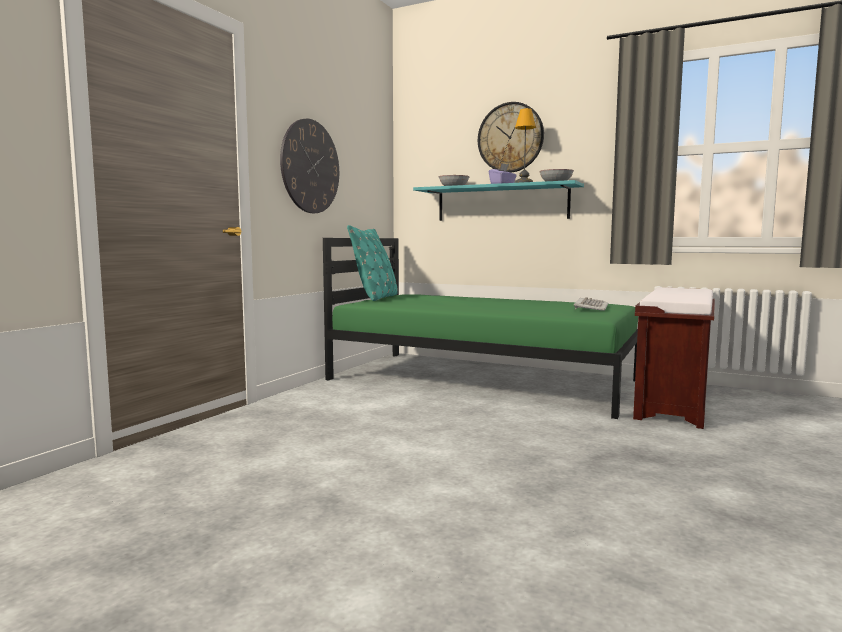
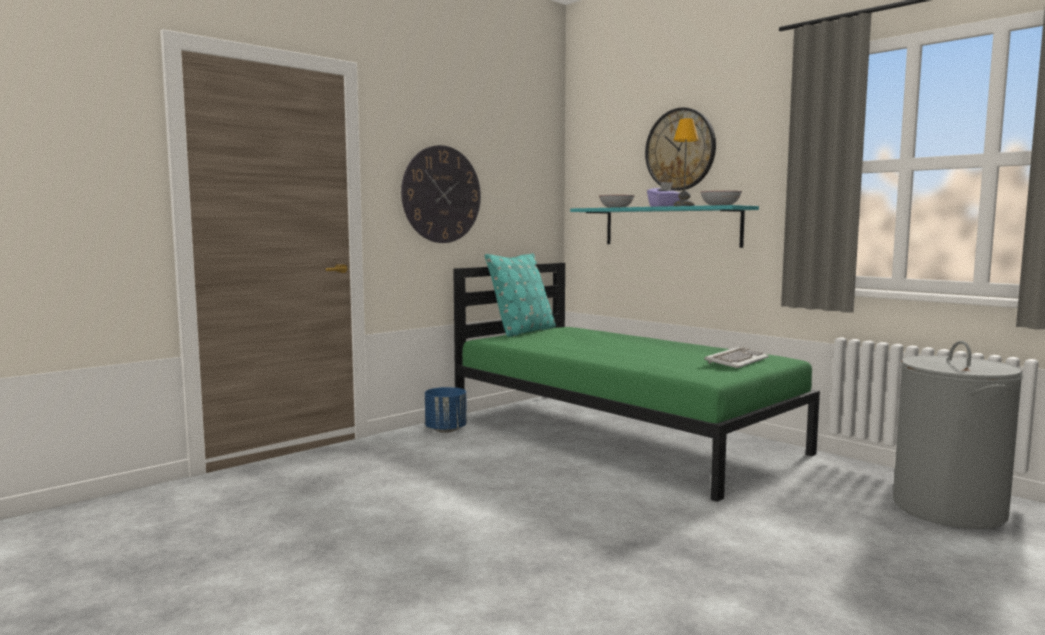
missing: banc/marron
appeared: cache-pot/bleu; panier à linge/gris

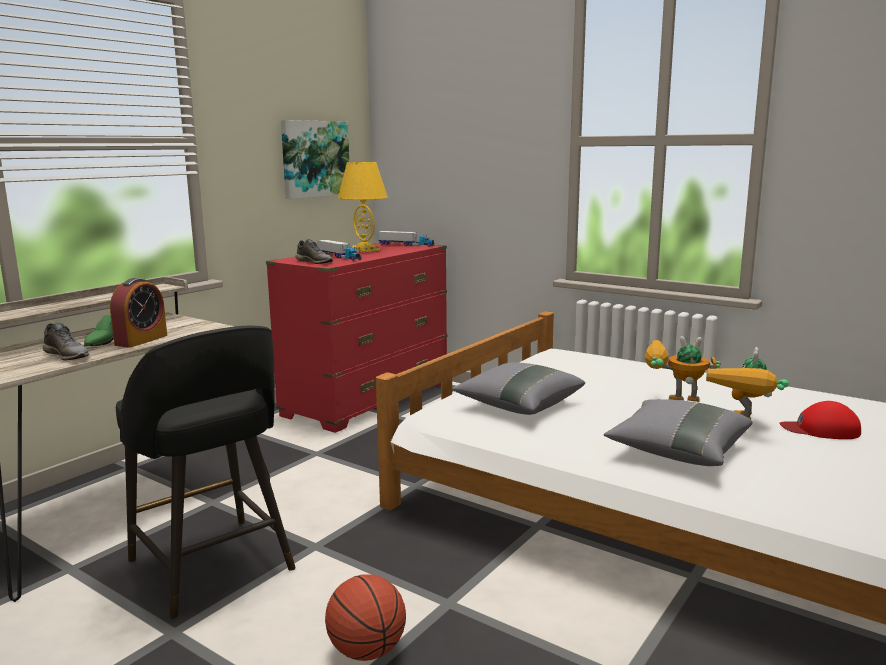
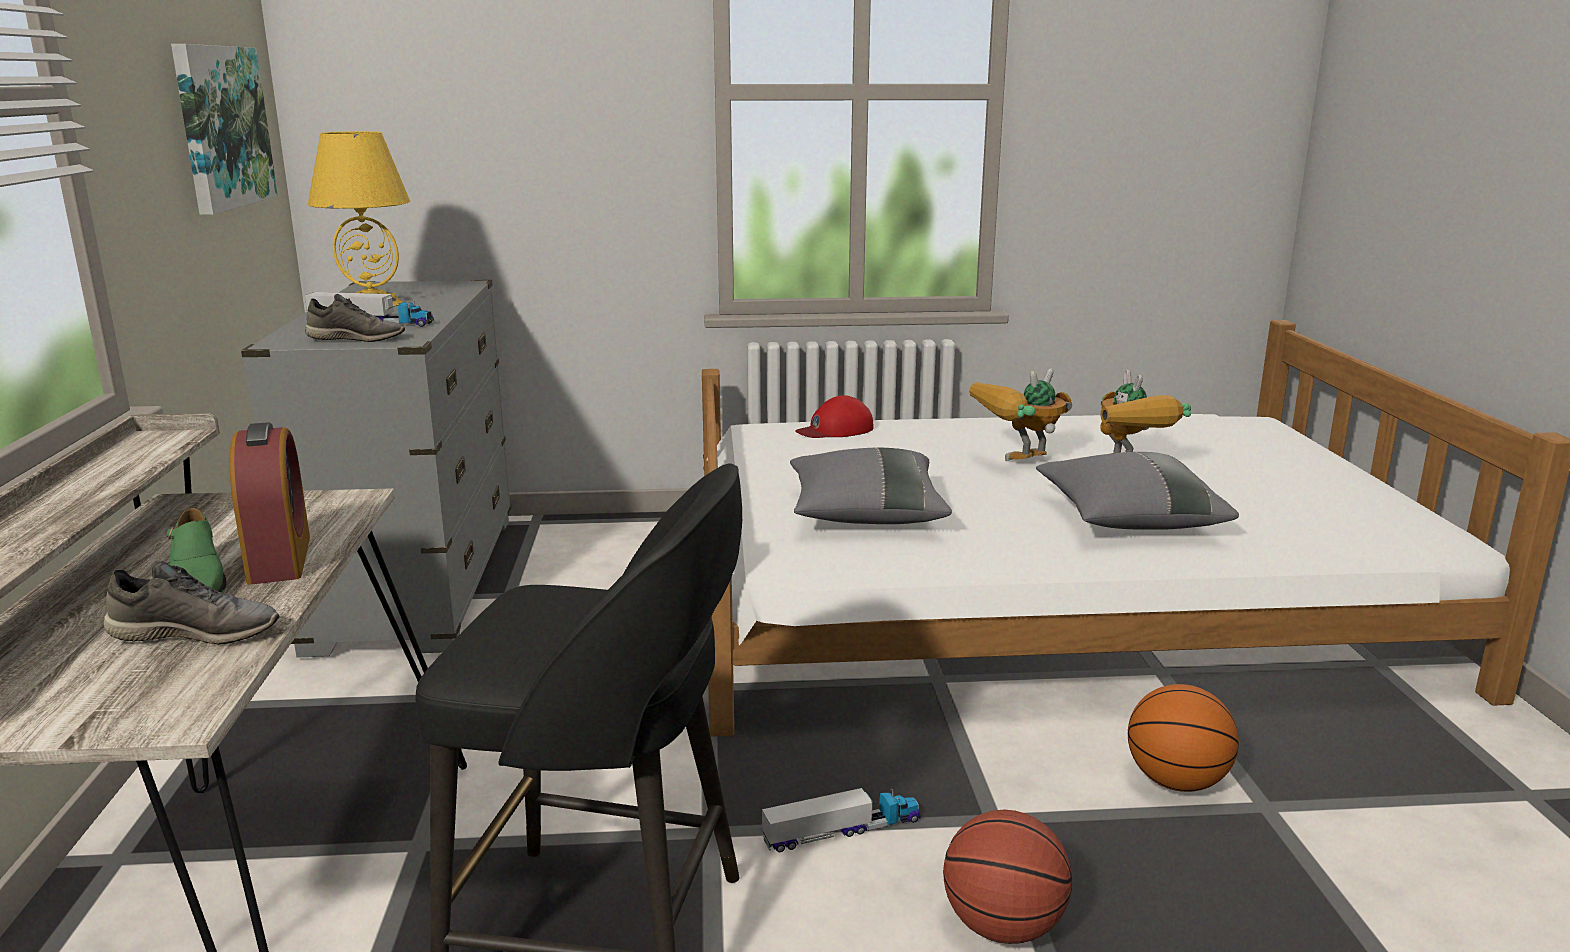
appeared: ballon de basket (no. 2 from left)
relocated: camion jouet (no. 2 from left); casquette/rouge
colour: commode/rouge to commode/gris

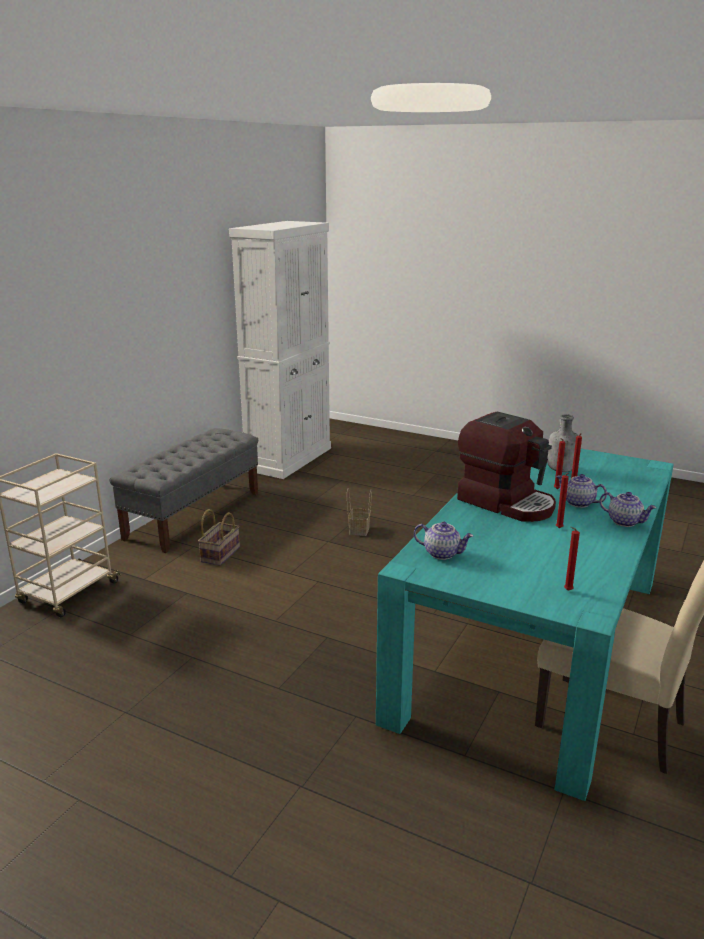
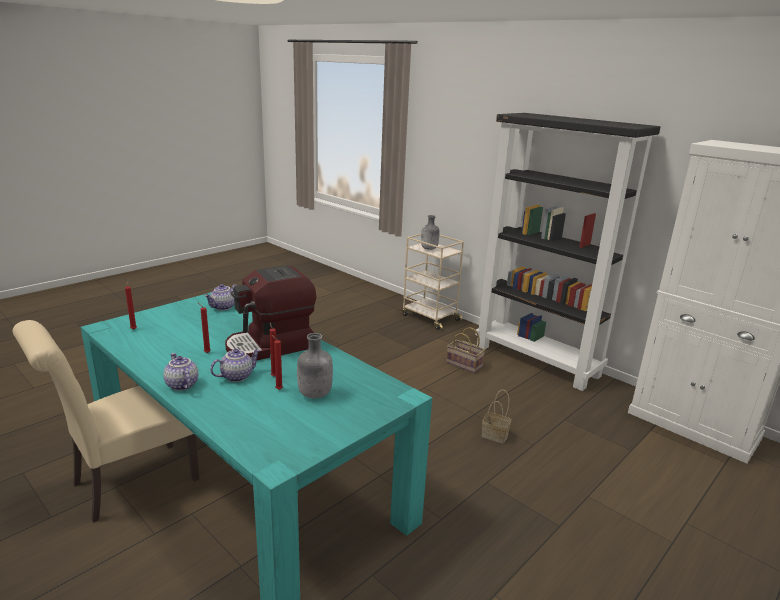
appeared: bouteille/gris (no. 2 from left)
exchanged: banc/gris to bibliothèque/noir
spun: théière (no. 3 from left in the first image) 90 degrees clockwise

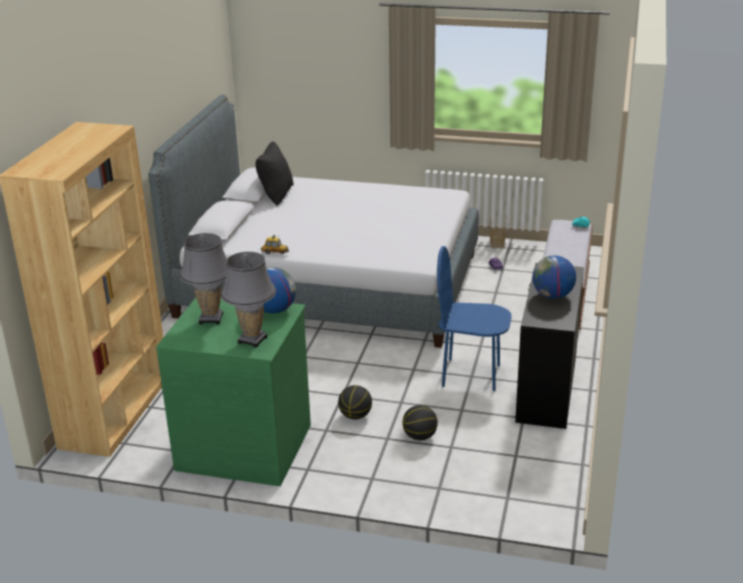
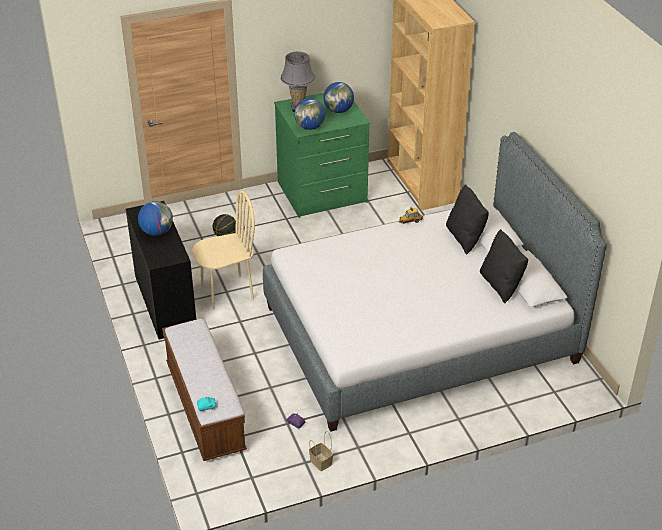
missing: ballon de basket (no. 1 from left)
appeared: coussin/noir (no. 1 from left)
exchanged: lampe de table/gris (no. 1 from left) to globe (no. 3 from left)
colour: chaise/bleu to chaise/beige

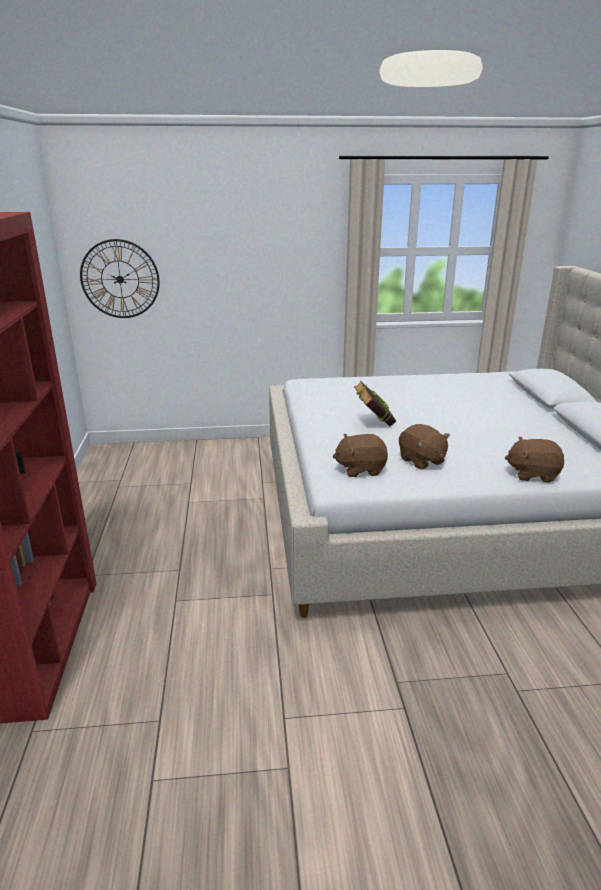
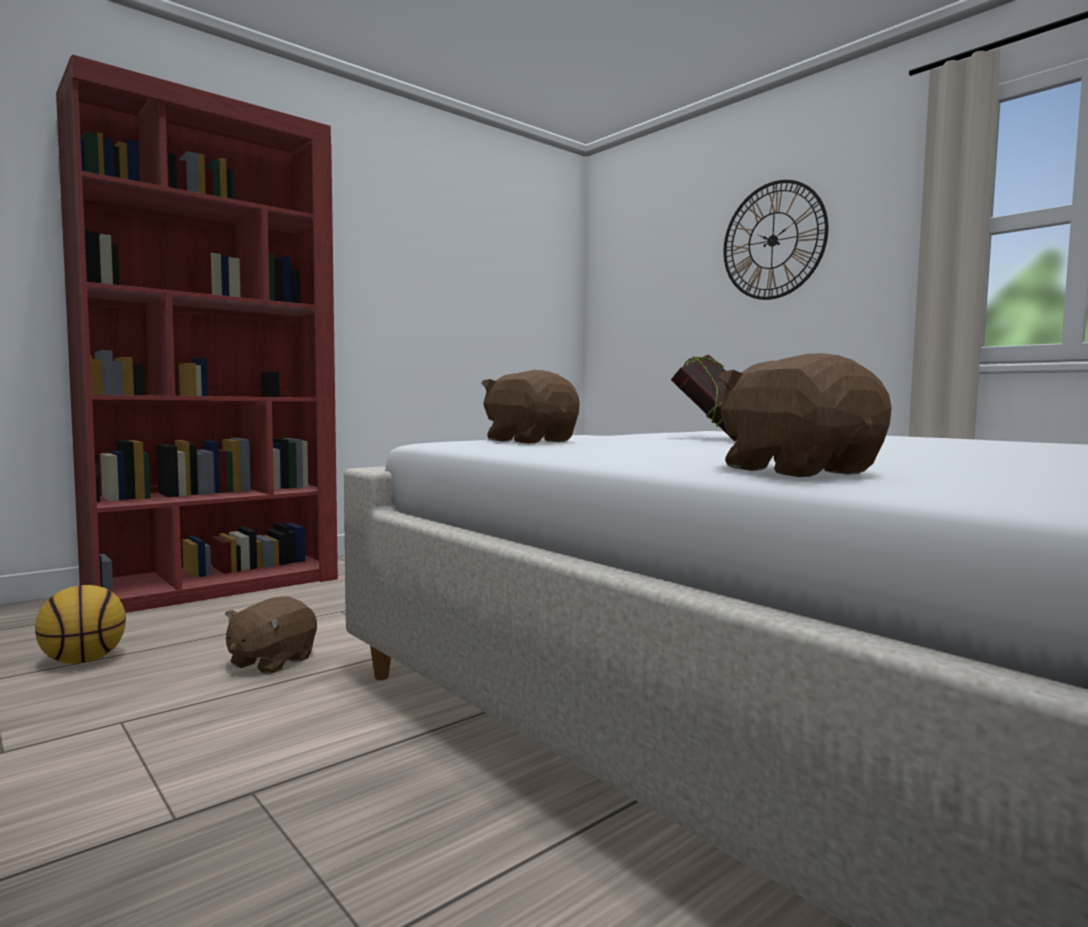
appeared: ballon de basket
relocated: horloge murale; peluche/marron (no. 2 from left in the first image) to peluche/marron (no. 1 from left)

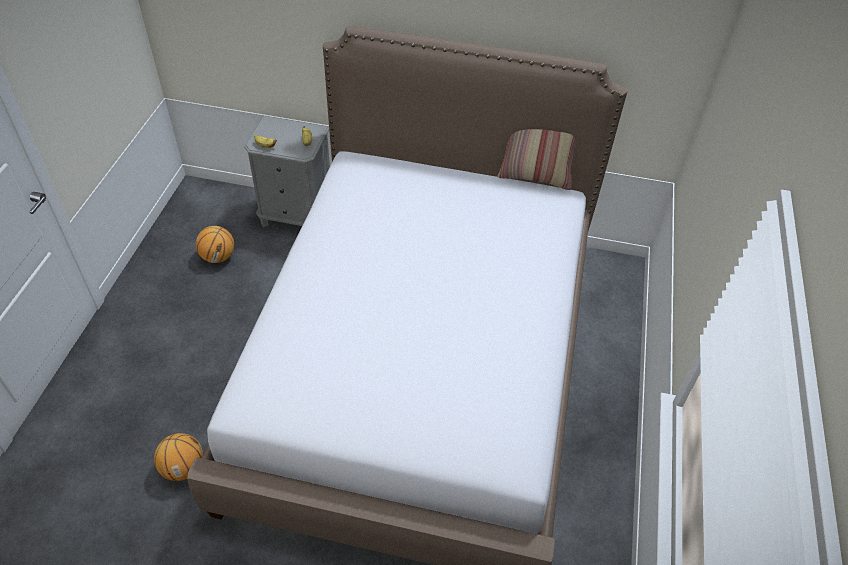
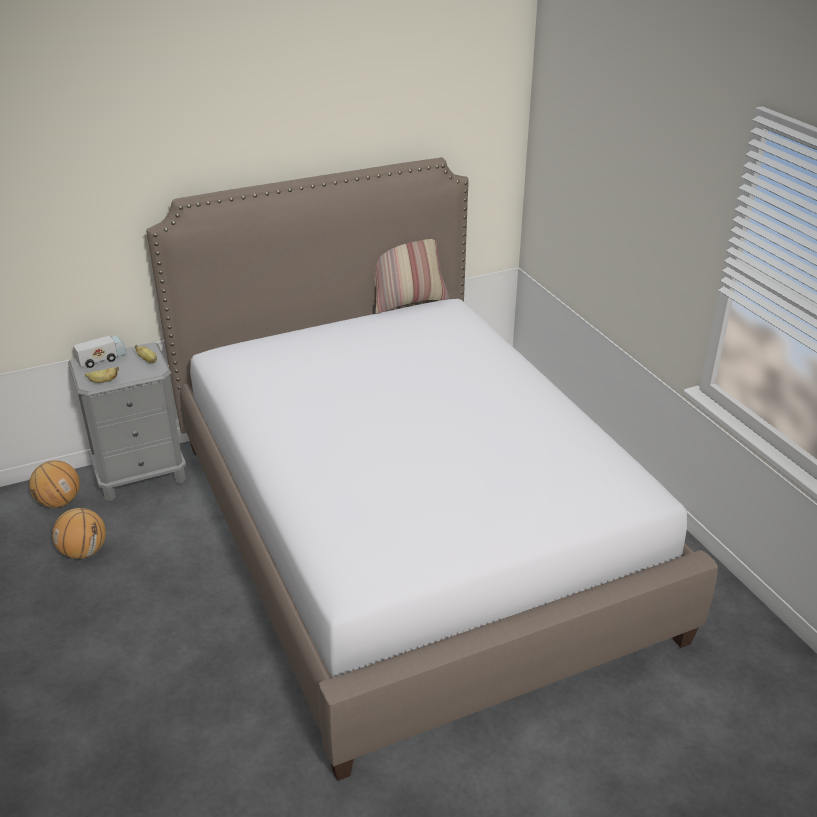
appeared: camion jouet
relocated: ballon de basket (no. 1 from left)

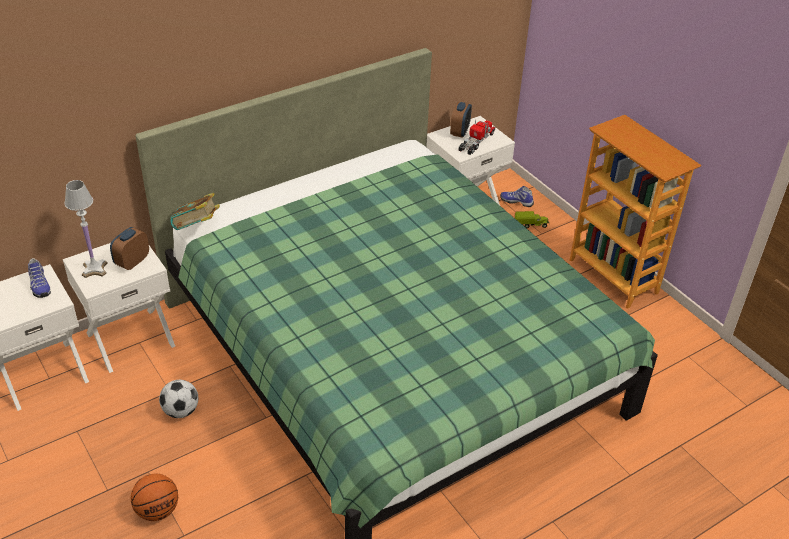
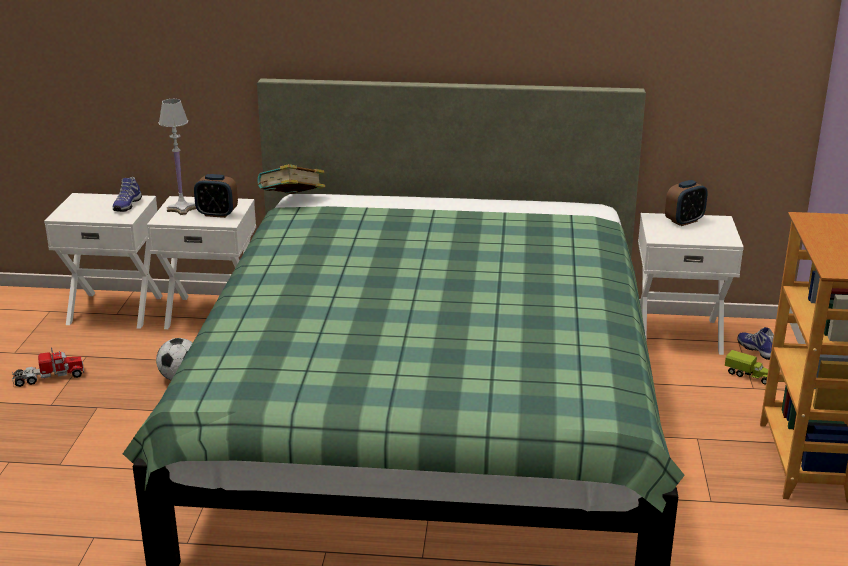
missing: ballon de basket
relocated: camion jouet (no. 1 from left)
spun: réveil (no. 1 from left) 150 degrees counterclockwise

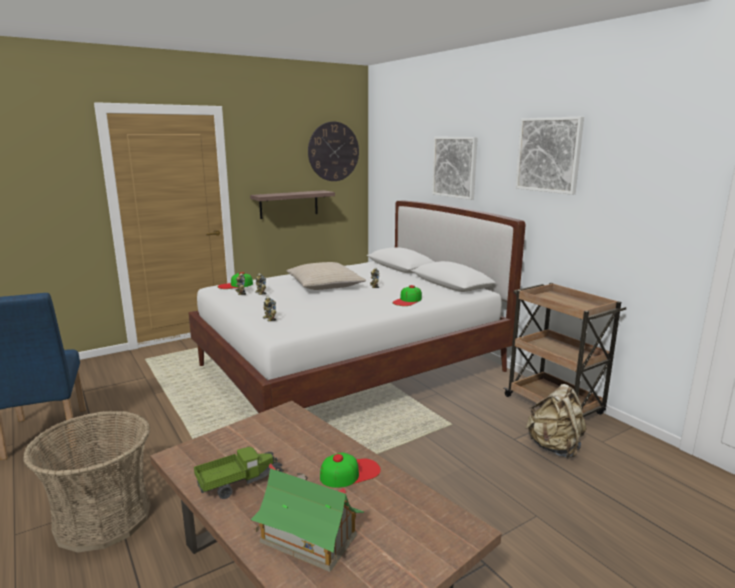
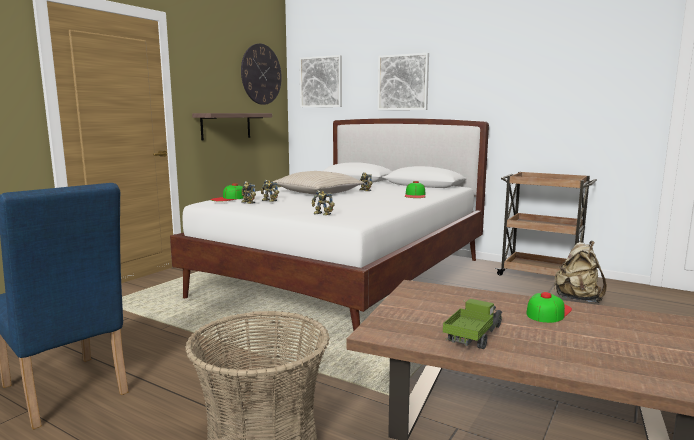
missing: maison miniature
relocated: tableau (no. 2 from left in the first image) to tableau (no. 1 from left)

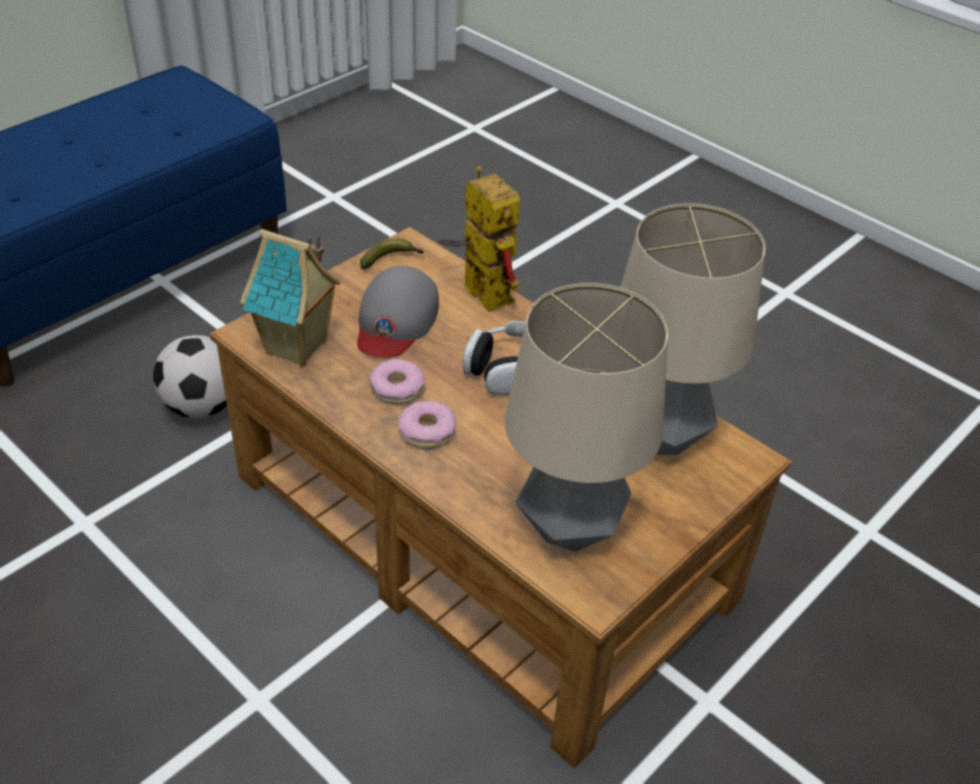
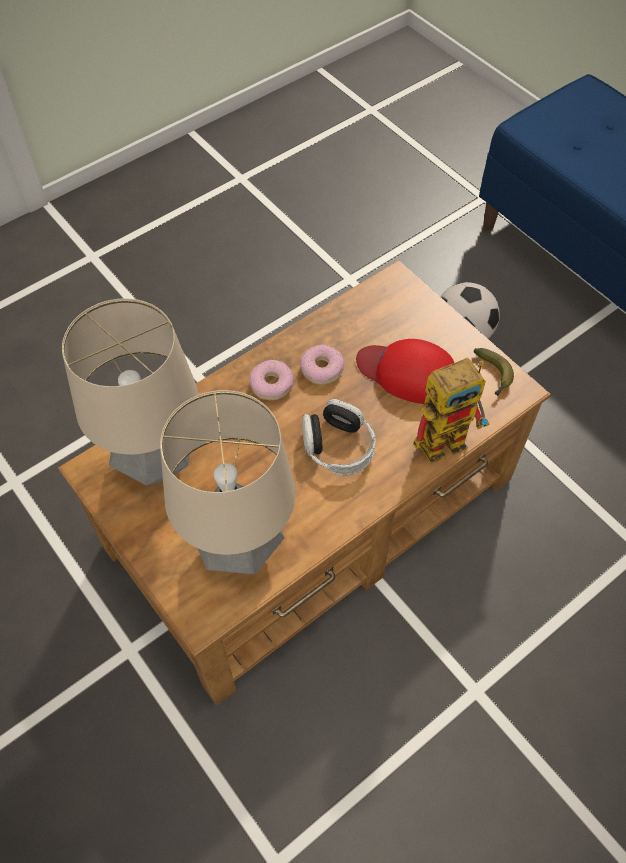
missing: maison miniature
colour: casquette/gris to casquette/rouge

